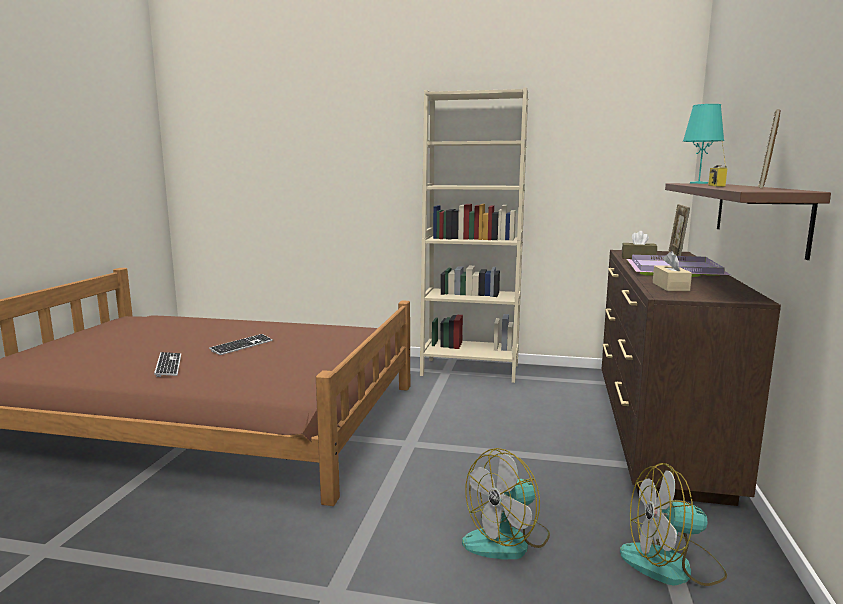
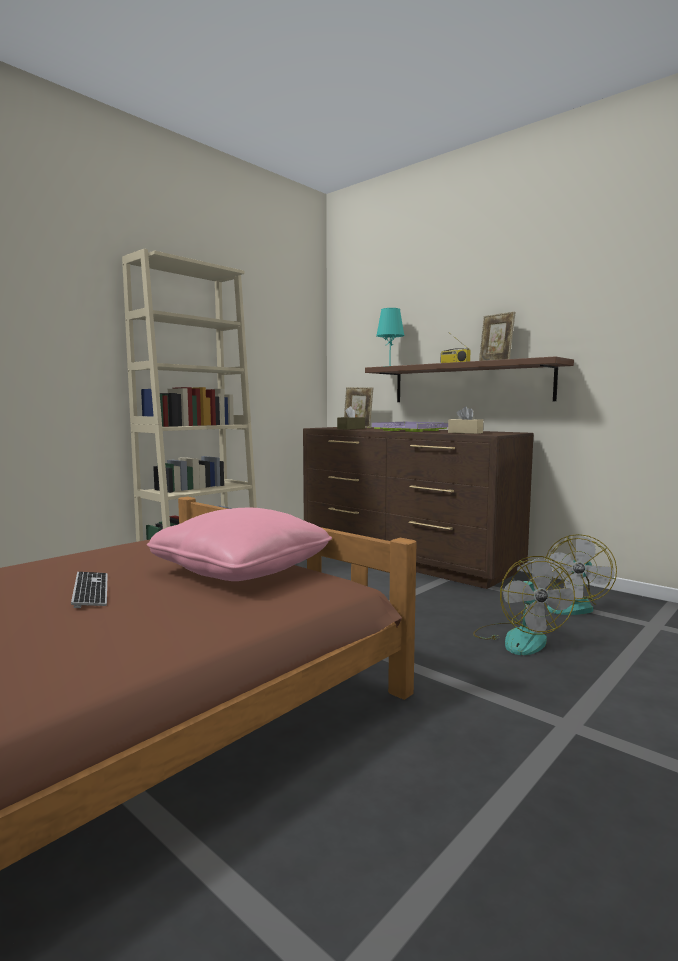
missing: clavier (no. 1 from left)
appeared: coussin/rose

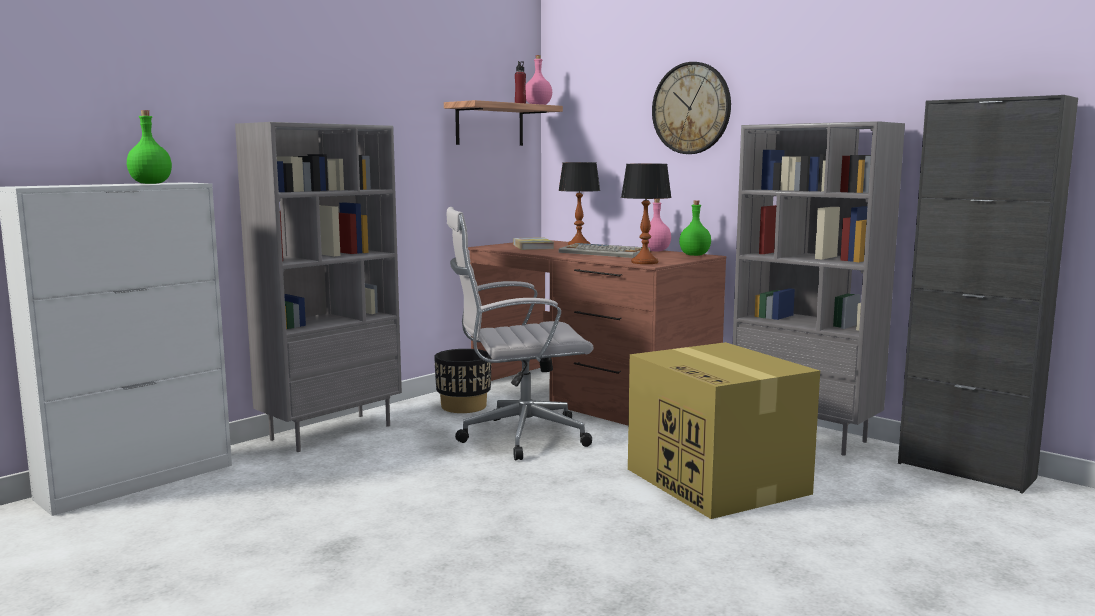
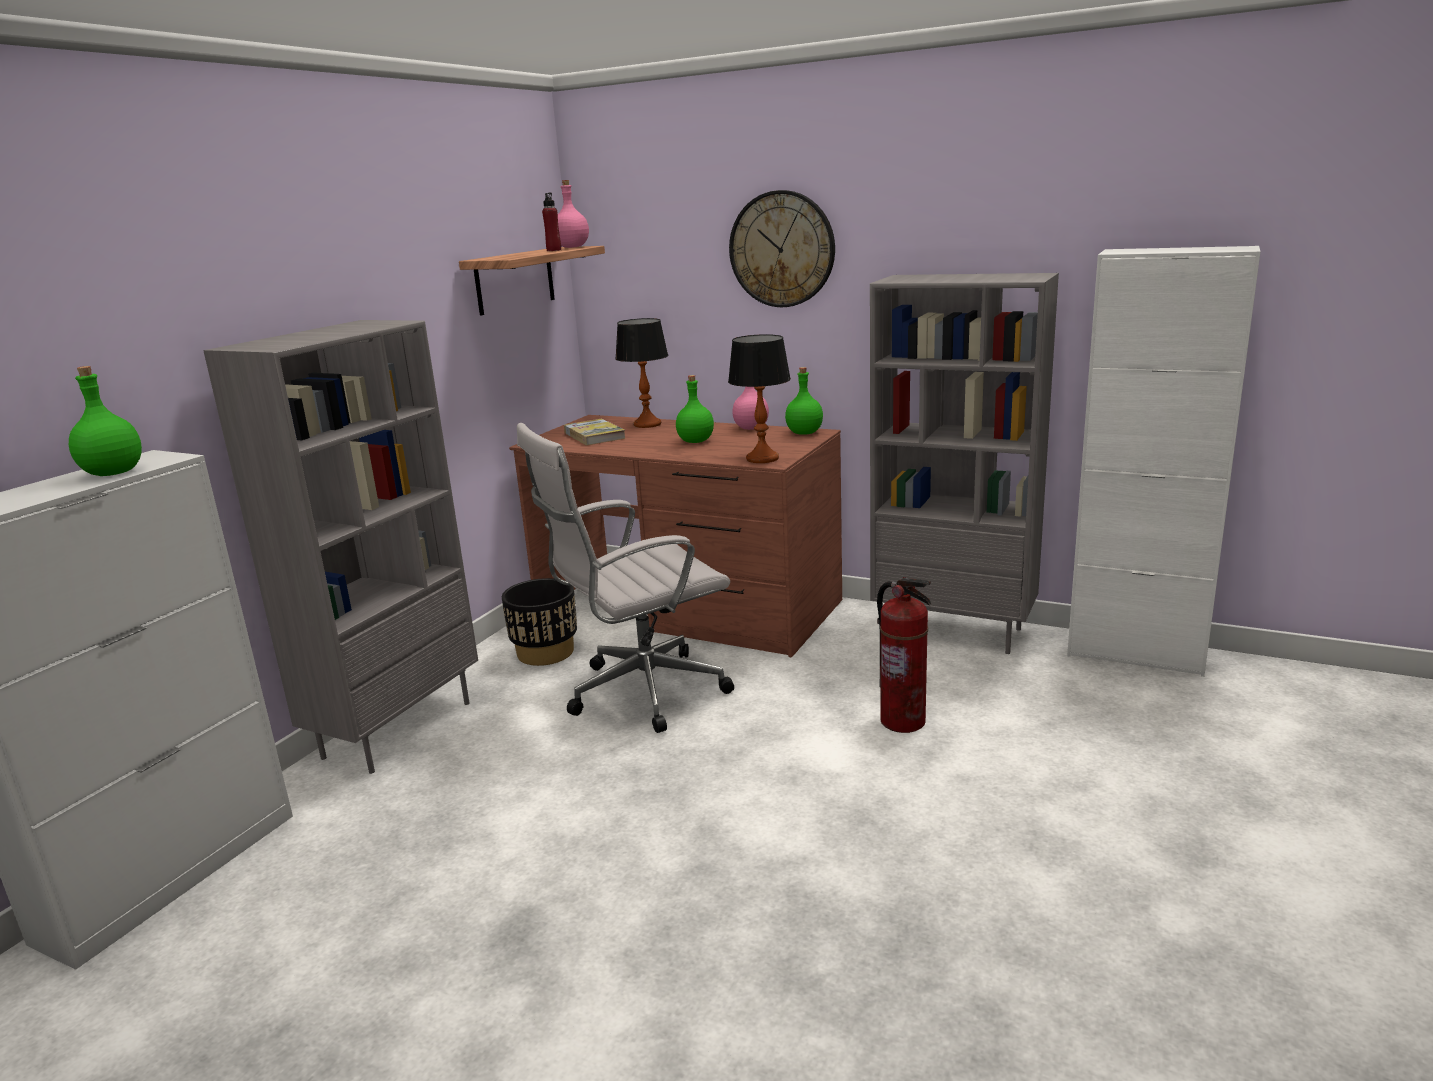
exchanged: clavier to bouteille/vert (no. 2 from left); carton to extincteur
colour: meuble de rangement/noir to meuble de rangement/blanc (no. 2 from left)

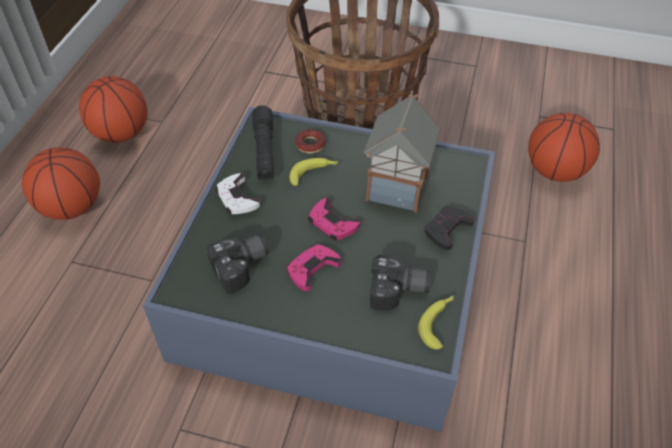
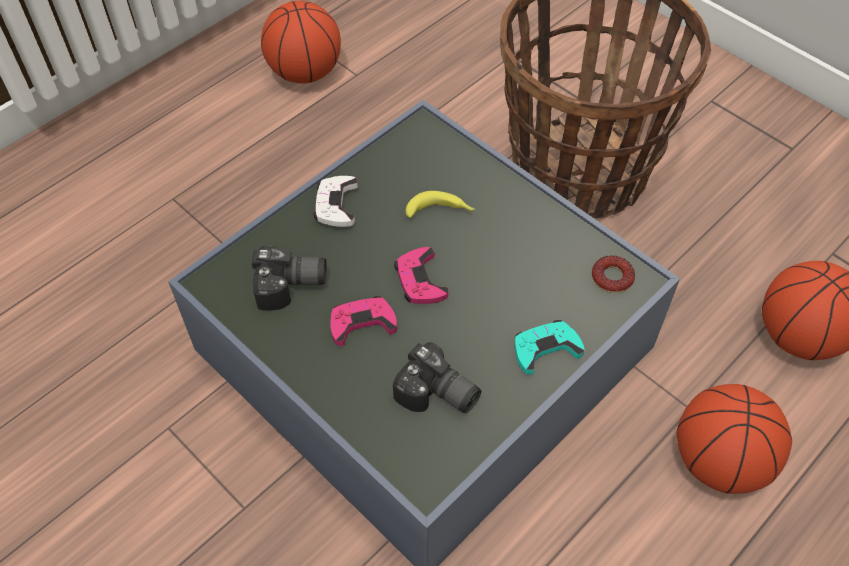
missing: lampe de poche/noir; maison miniature; banane (no. 2 from left)
relocated: ballon de basket (no. 1 from left in the first image) to ballon de basket (no. 2 from left); beignet
colour: manette/noir to manette/turquoise

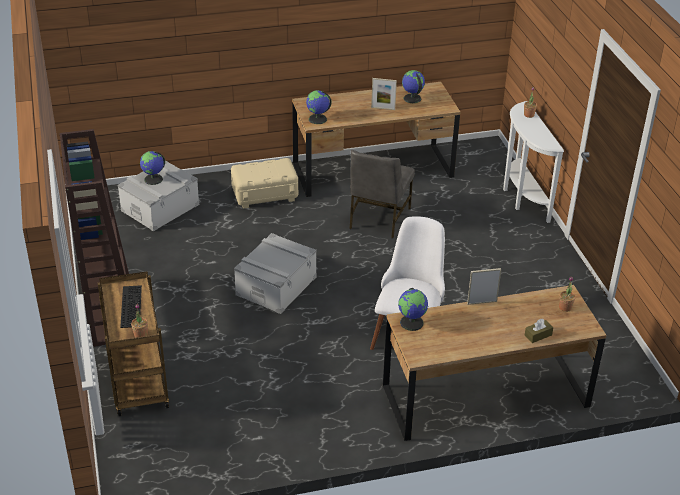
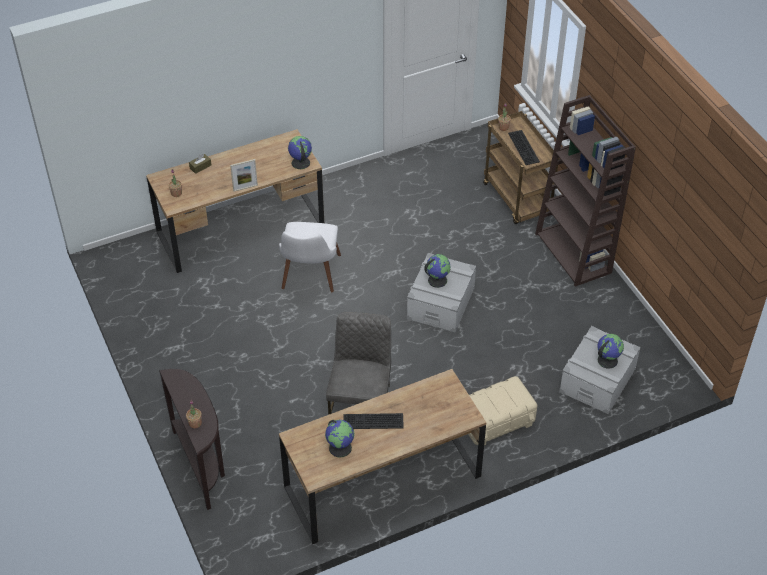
relocated: globe (no. 2 from left in the first image) to globe (no. 3 from left)
exchanged: cadre photo (no. 1 from left) to clavier (no. 1 from left)
colour: table console/blanc to table console/marron

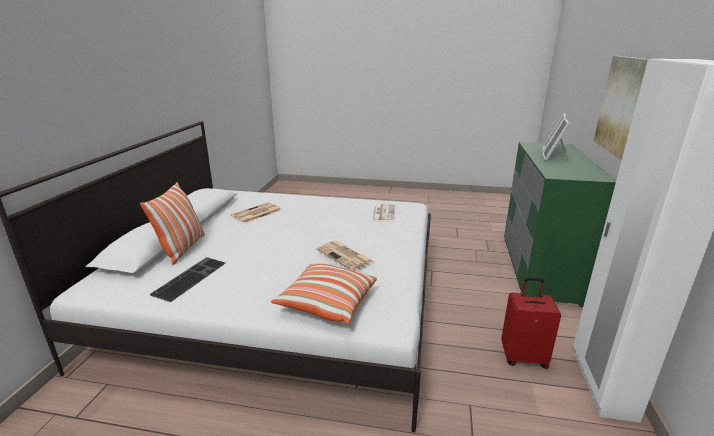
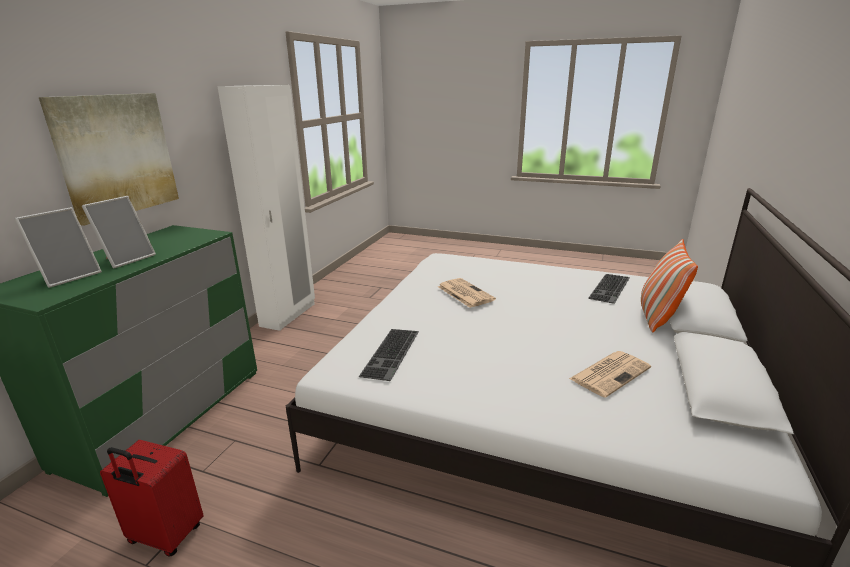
missing: coussin (no. 2 from left)
relocated: valise/rouge
exchanged: journal (no. 3 from left) to clavier (no. 1 from left)

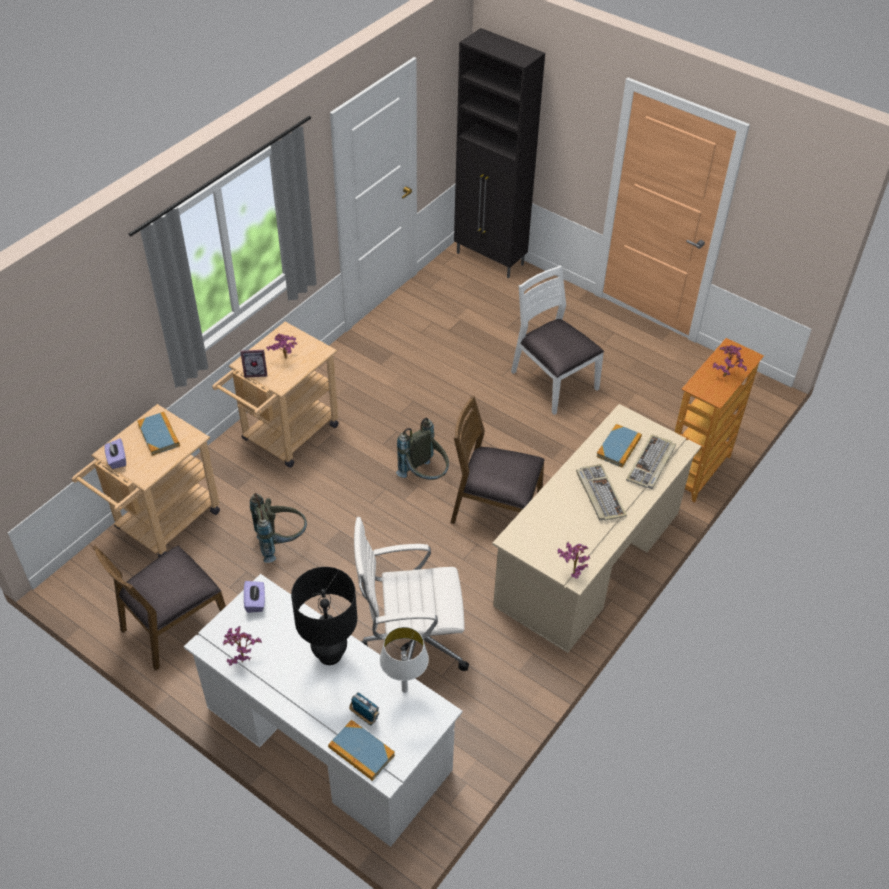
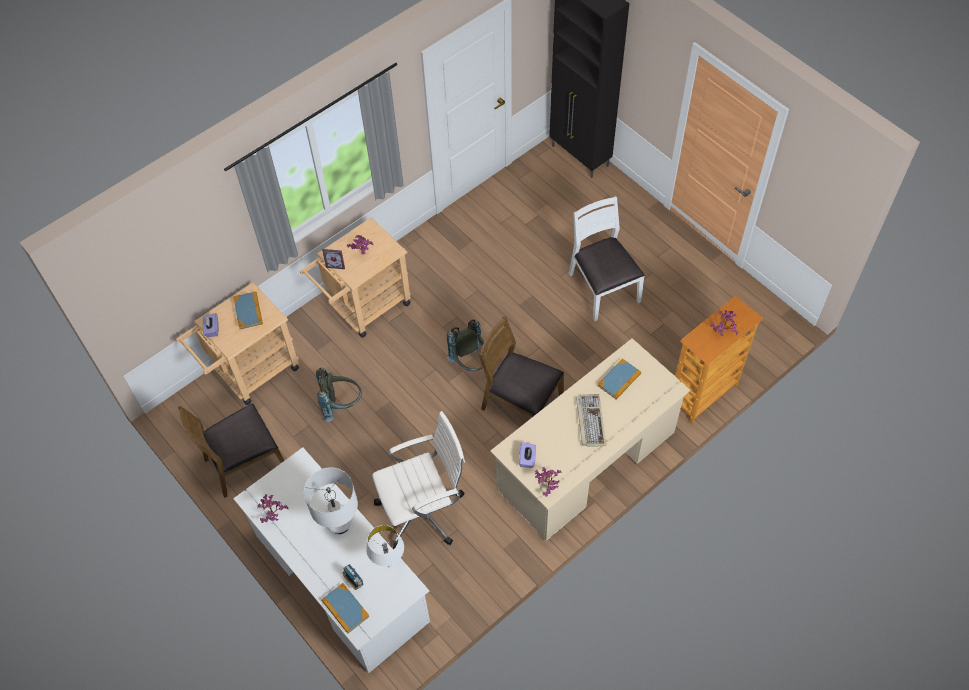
missing: clavier (no. 2 from left)
relocated: boîte à mouchoirs/violet (no. 2 from left)
colour: lampe de table/noir to lampe de table/blanc (no. 1 from left)
spun: chaise de bureau/blanc 150 degrees clockwise

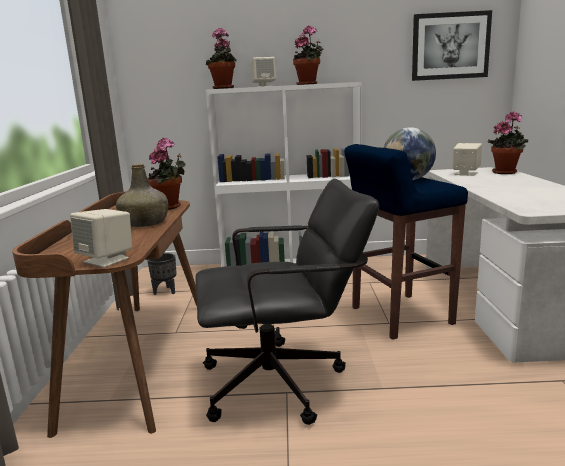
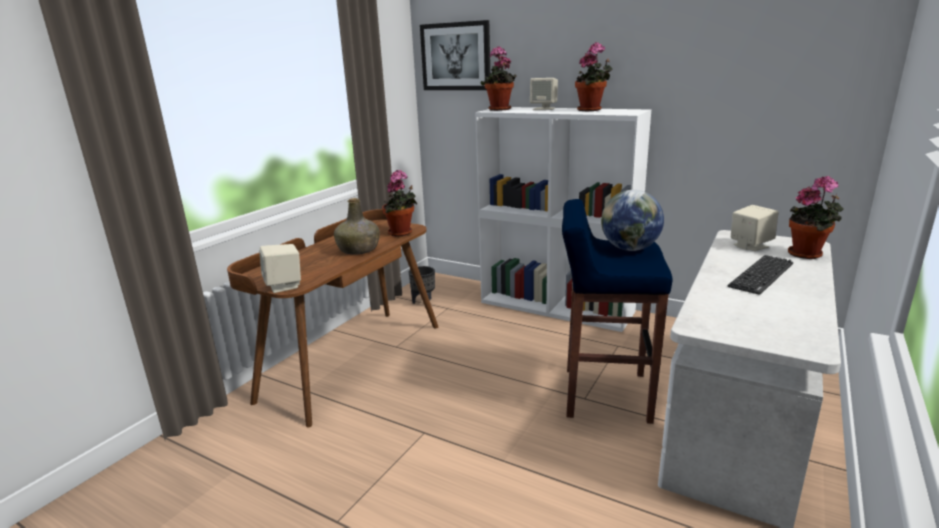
missing: chaise de bureau/noir
appeared: clavier
relocated: tableau

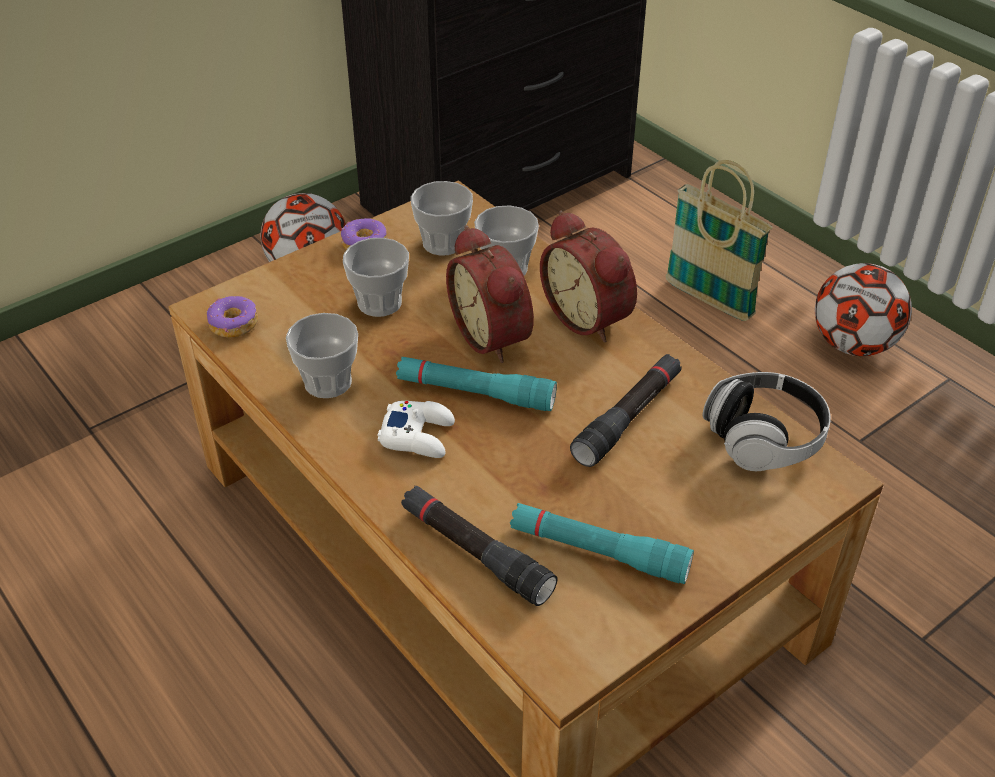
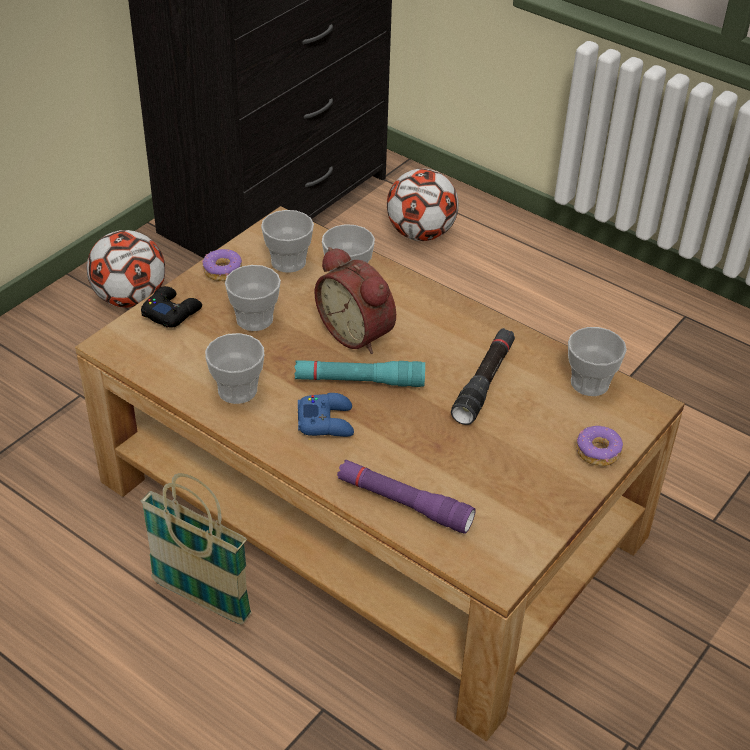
missing: lampe de poche/turquoise (no. 2 from left); réveil (no. 2 from left)
appeared: manette/noir
relocated: beignet (no. 1 from left in the first image) to beignet (no. 2 from left); panier; ballon de foot (no. 2 from left)
exchanged: casque audio to tasse (no. 5 from left)
colour: manette/blanc to manette/bleu; lampe de poche/noir (no. 1 from left) to lampe de poche/violet

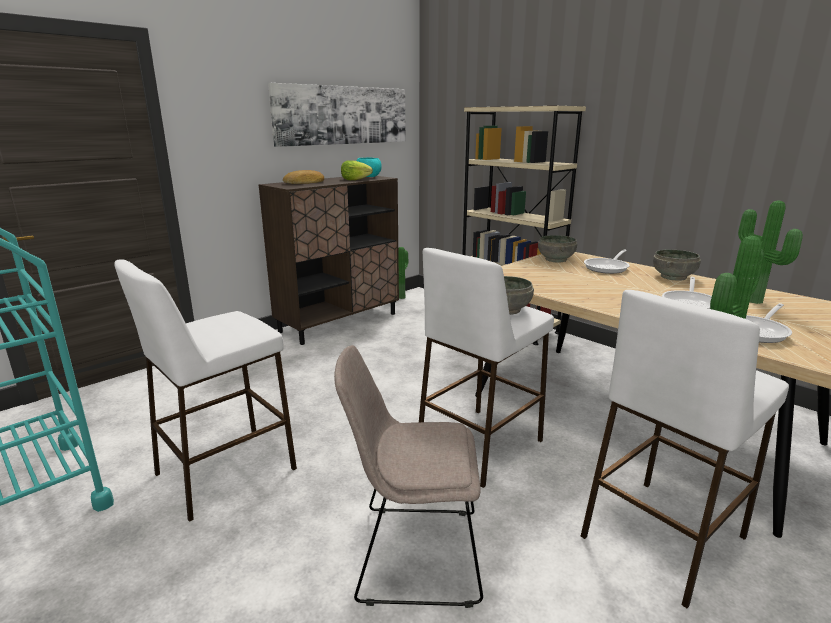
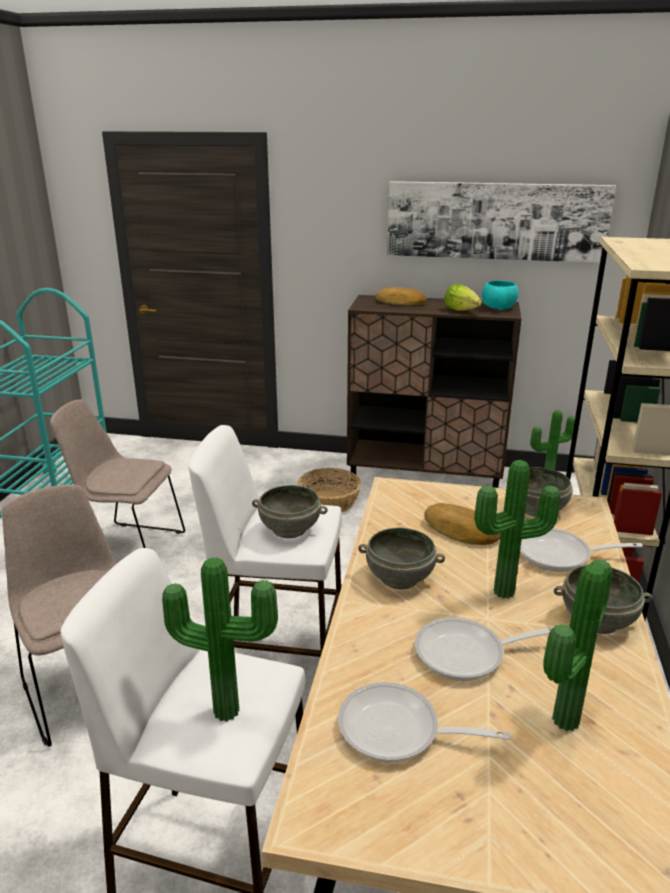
appeared: panier; bol/gris (no. 2 from left); pain (no. 2 from left); plante en pot (no. 2 from left)
exchanged: tabouret/blanc (no. 1 from left) to chaise/beige (no. 2 from left)

